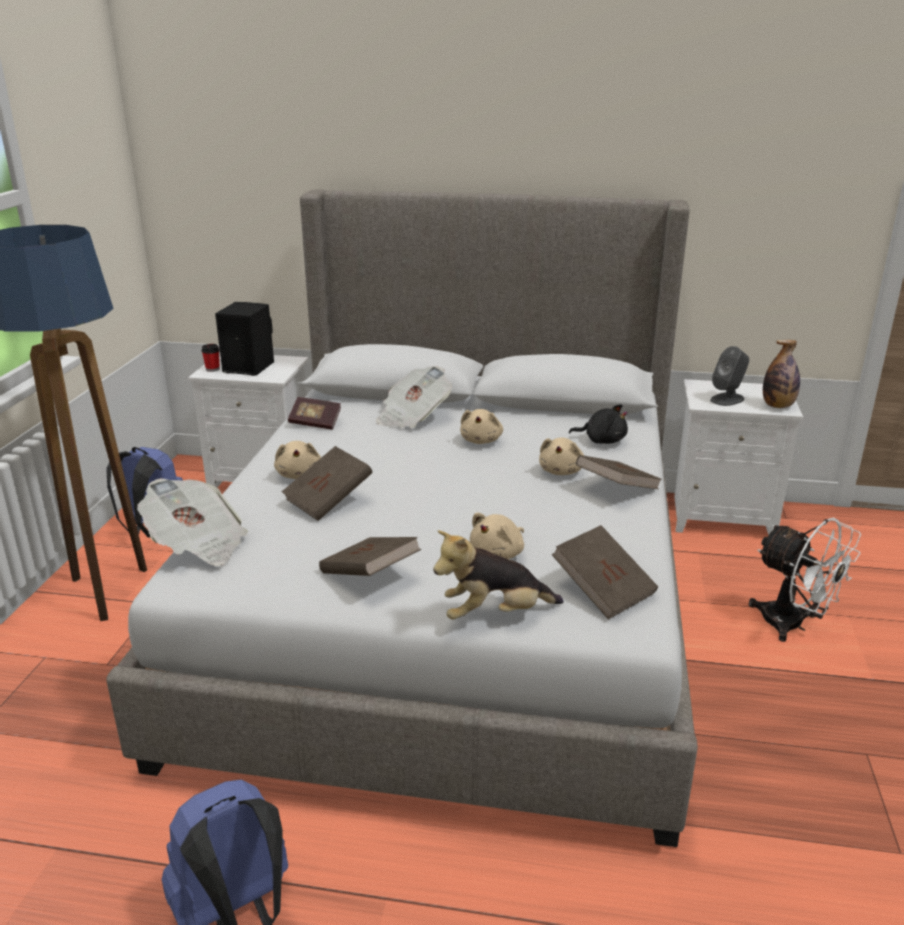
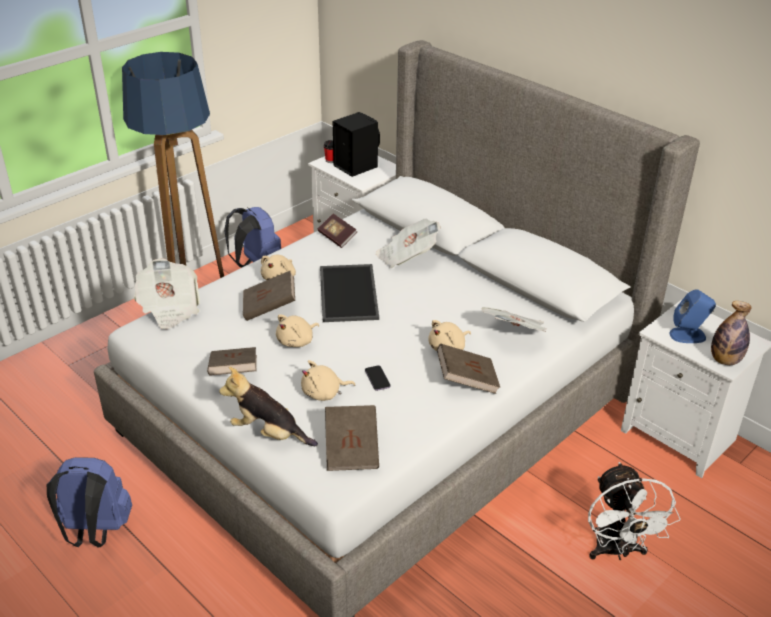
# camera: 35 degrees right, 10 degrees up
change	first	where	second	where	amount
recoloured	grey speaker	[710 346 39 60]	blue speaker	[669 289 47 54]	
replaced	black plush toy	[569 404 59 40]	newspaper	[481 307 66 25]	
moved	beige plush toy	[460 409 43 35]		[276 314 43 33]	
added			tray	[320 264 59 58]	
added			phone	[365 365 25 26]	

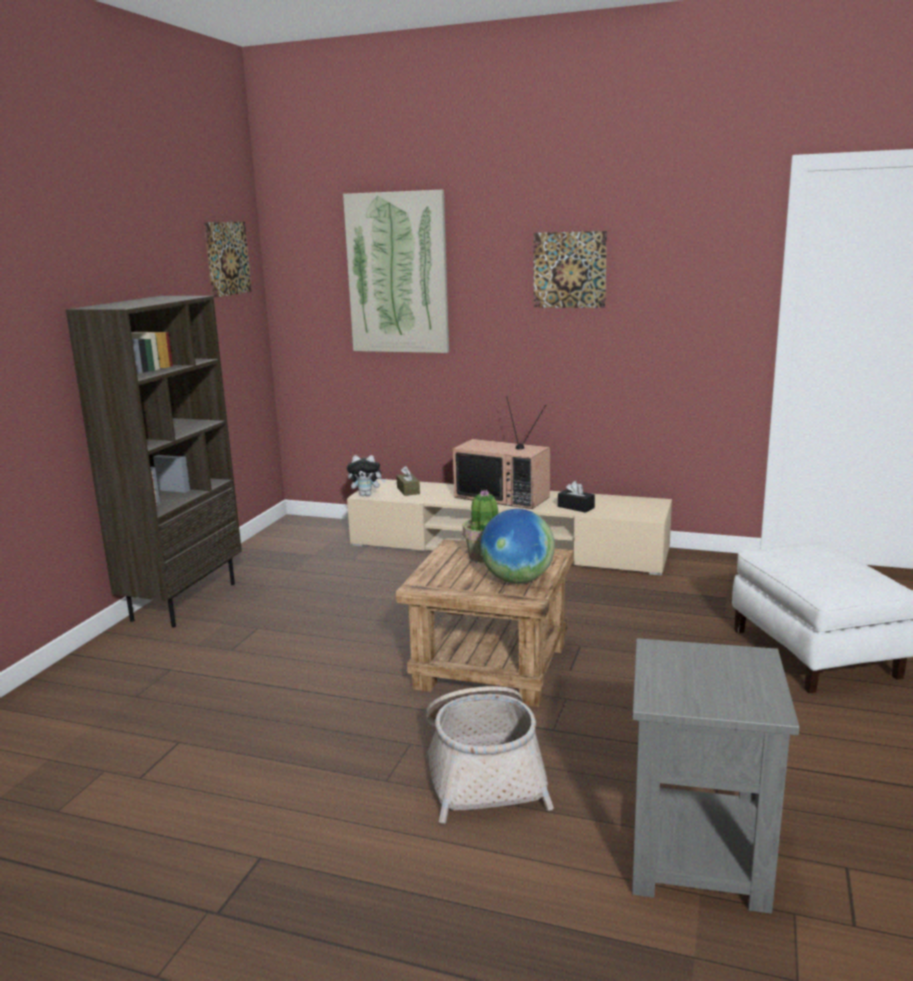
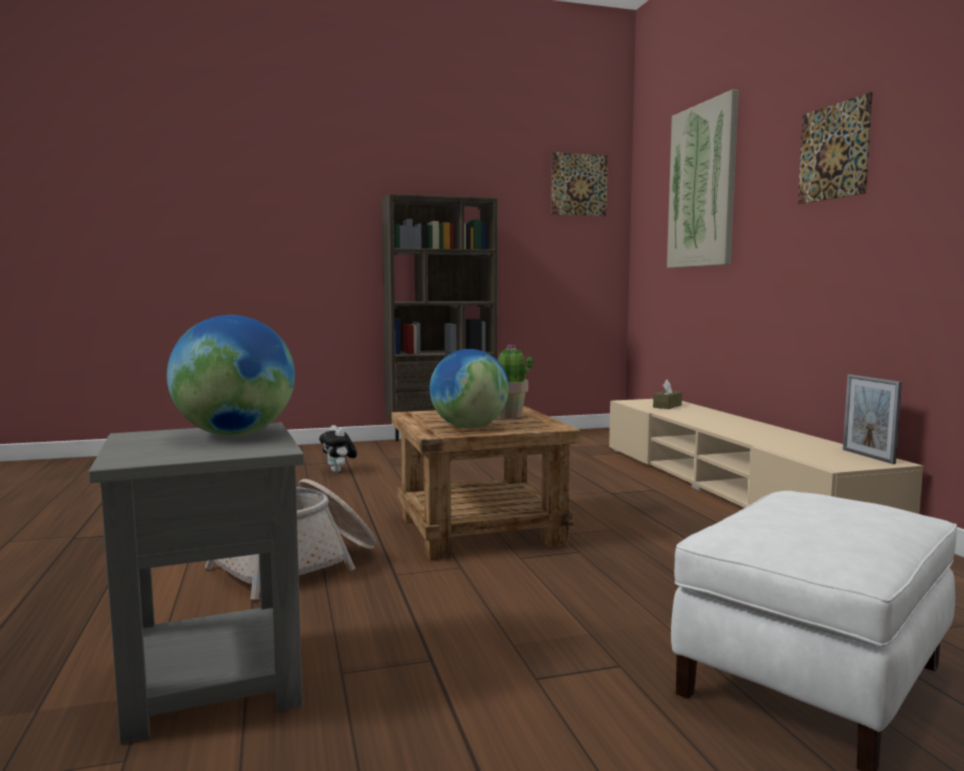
# camera: 55 degrees right, 10 degrees down
change	first	where	second	where	amount
removed	television	[453 396 97 113]			
moved	plush toy	[347 455 39 41]		[319 425 38 48]	
removed	black tissue box	[558 481 37 32]			
added			globe	[167 315 128 121]	
added			picture frame	[843 374 59 90]	

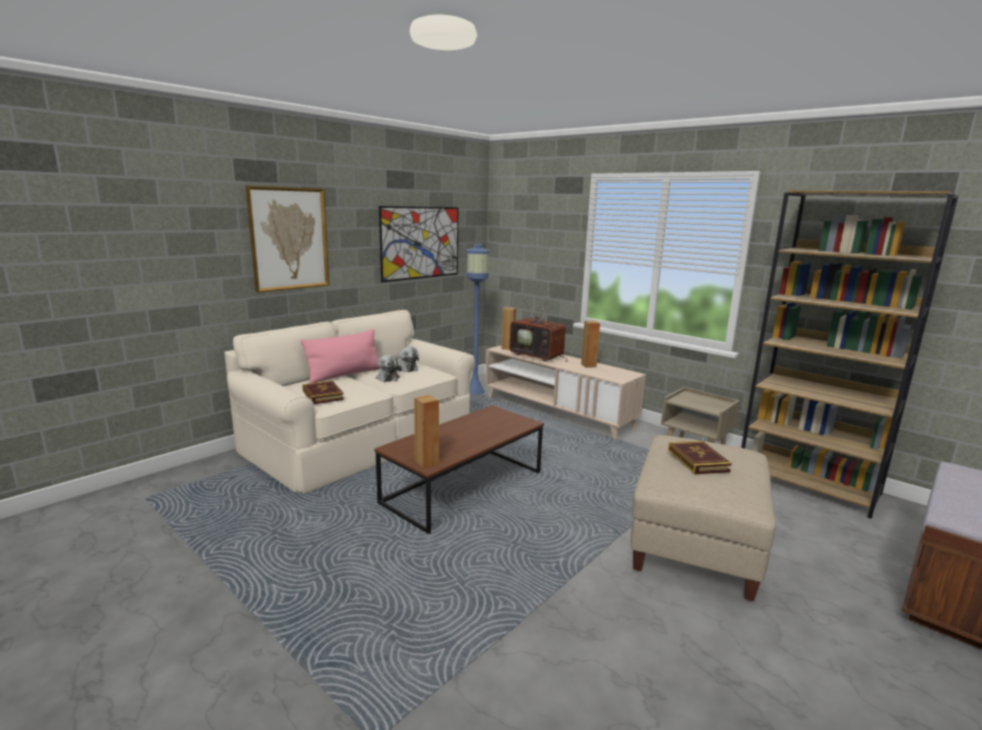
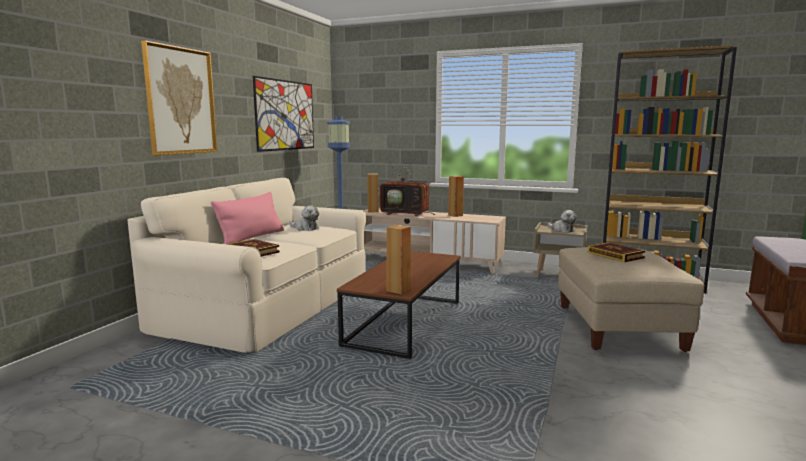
# camera: 20 degrees left, 5 degrees down
change	first	where	second	where	amount
moved	plush toy	[376 355 26 27]		[547 210 30 23]	

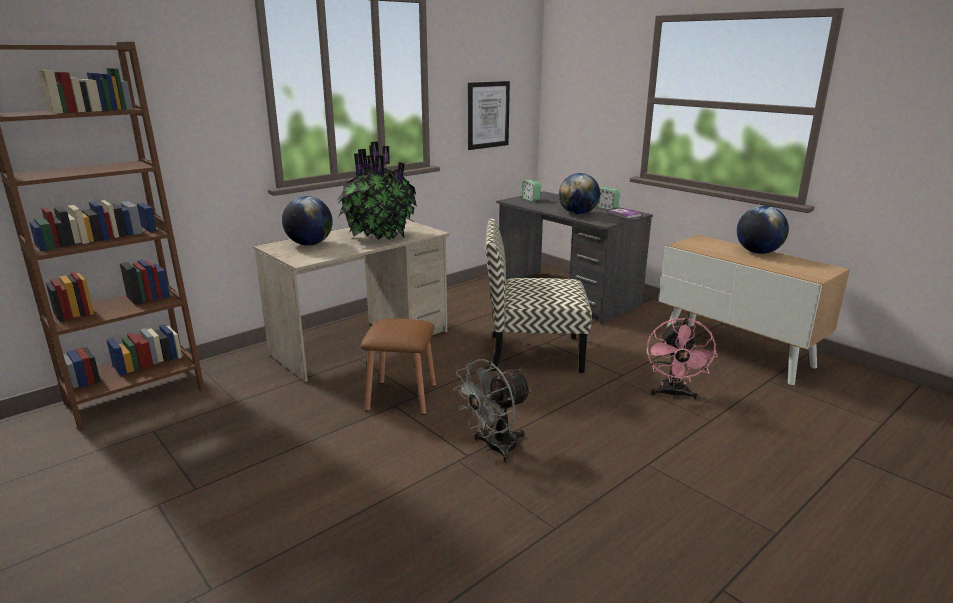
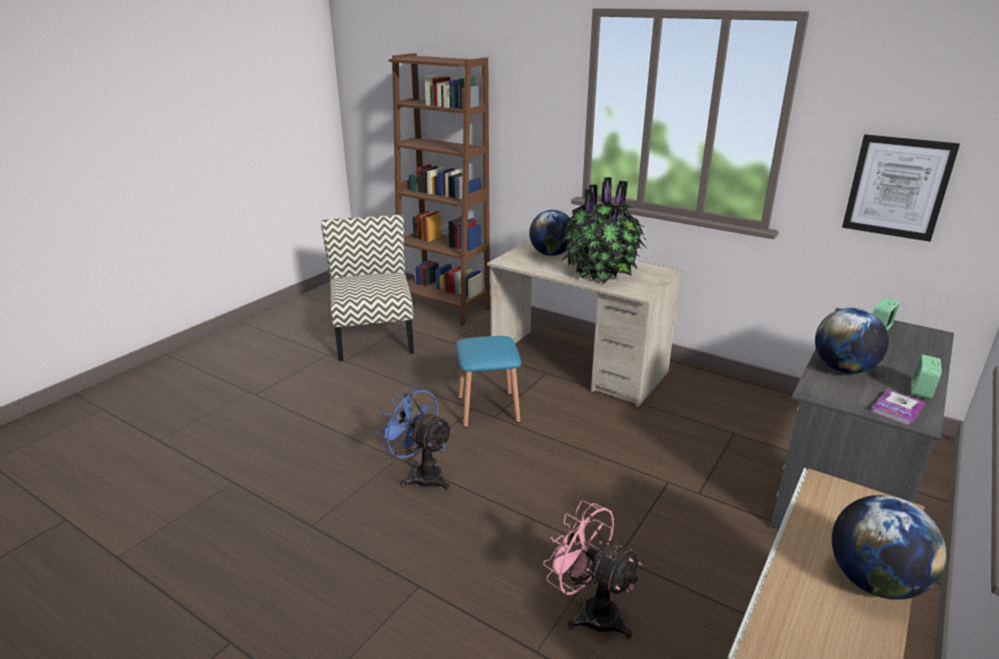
# camera: 75 degrees right, 5 degrees up
change	first	where	second	where	amount
moved	chair	[485 218 107 155]		[321 215 93 146]	
recoloured	brown stool	[361 318 75 97]	blue stool	[456 336 65 92]	
turned	pink fan	[647 318 70 81]		[543 500 99 139]	45 degrees clockwise
recoloured	grey fan	[453 359 79 103]	blue fan	[376 385 77 106]	

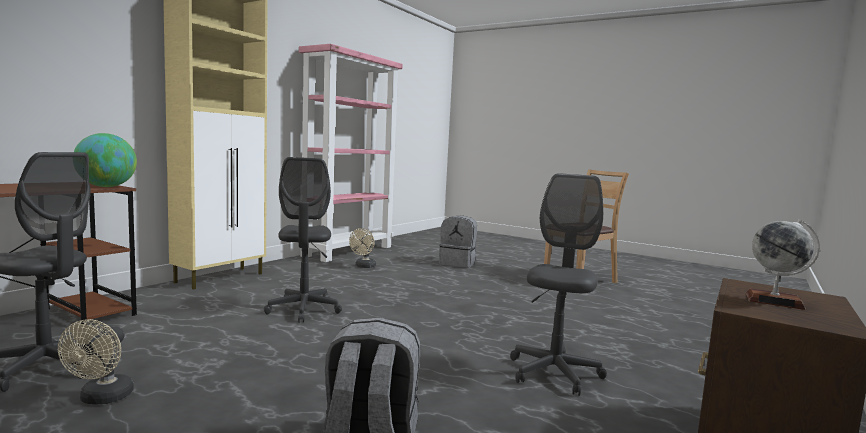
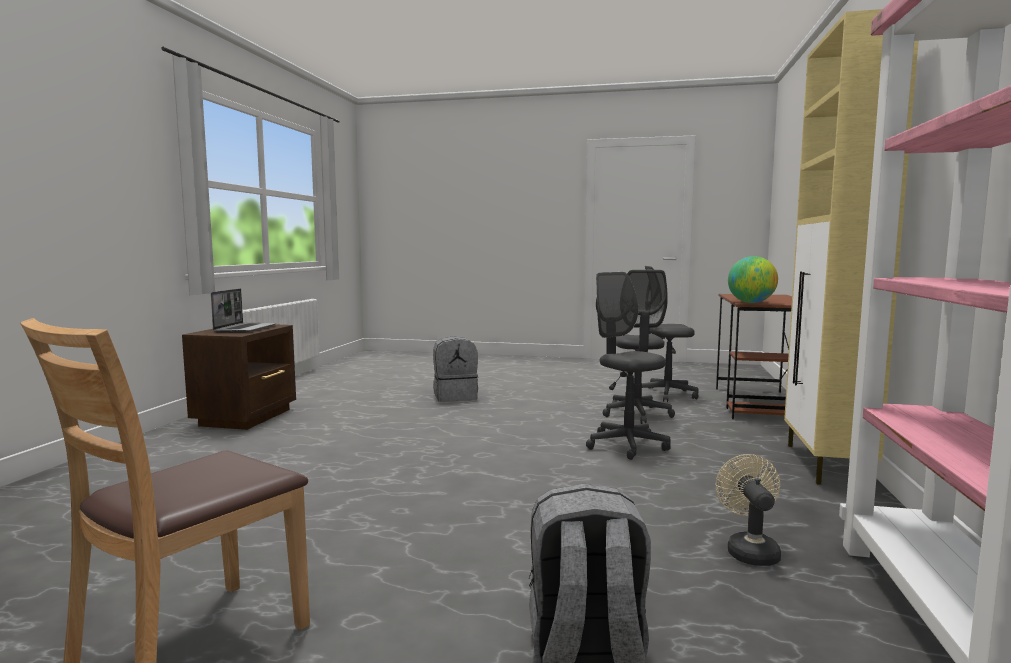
# camera: 160 degrees right, 0 degrees up
change	first	where	second	where	amount
moved	grey office chair	[510 173 97 223]		[603 270 72 154]	
replaced	globe	[745 219 75 91]	laptop	[211 289 65 44]	
removed	beige fan	[58 319 75 85]			

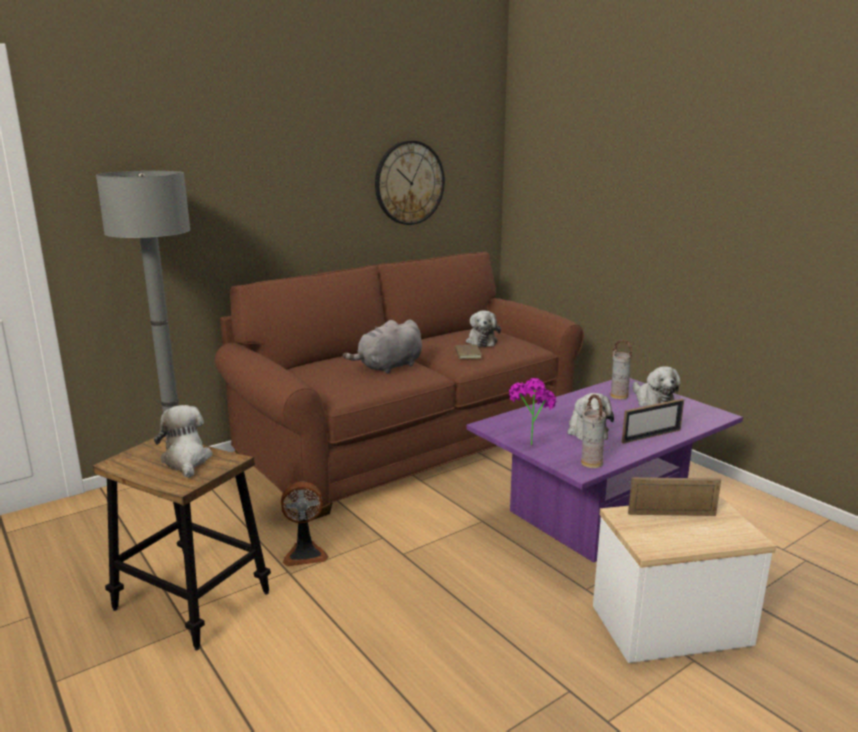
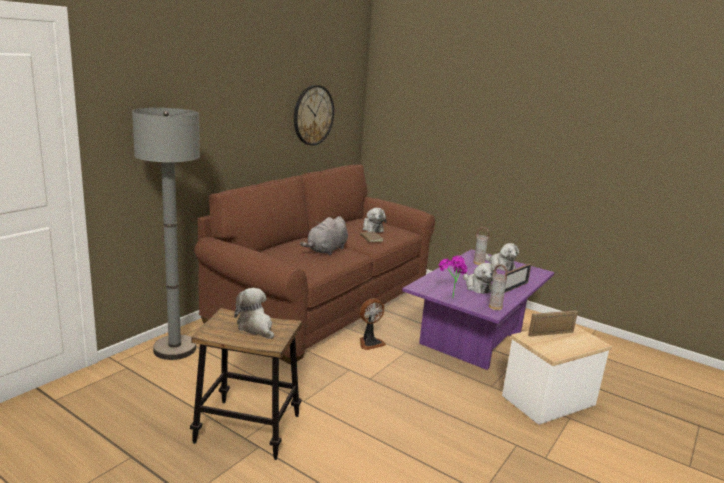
# camera: 20 degrees left, 0 degrees up
change	first	where	second	where	amount
moved	fan	[281 482 48 84]		[360 298 26 52]	

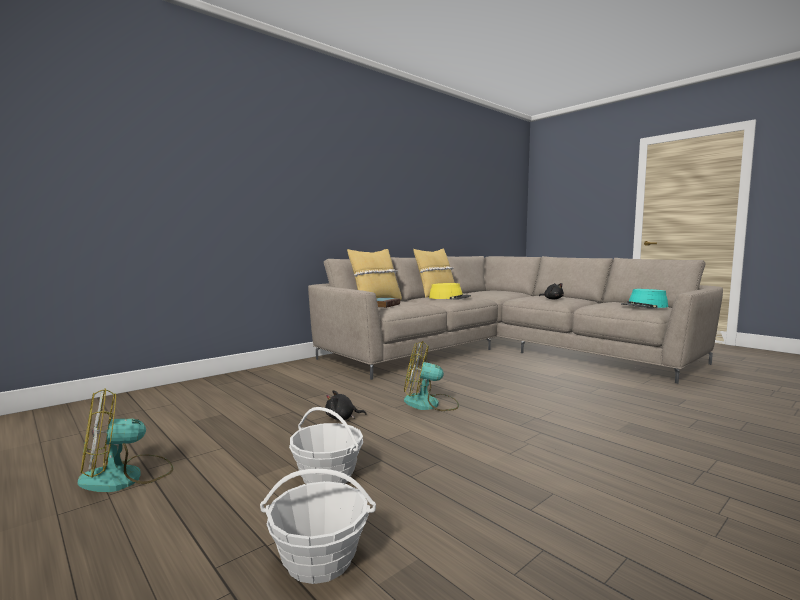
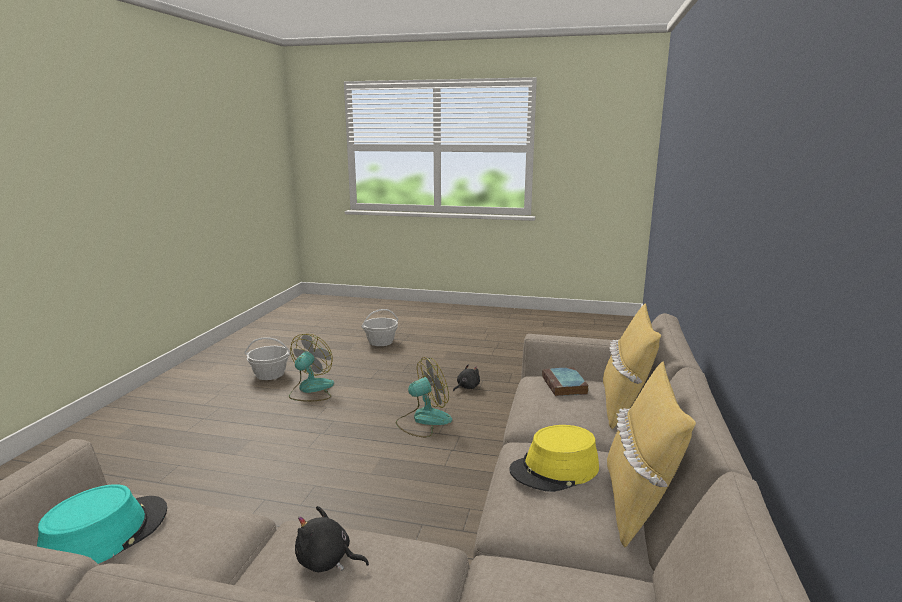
# camera: 145 degrees right, 10 degrees up
change	first	where	second	where	amount
moved	fan	[78 388 96 104]		[289 334 45 68]	
moved	basket	[289 407 74 77]		[244 337 47 43]	

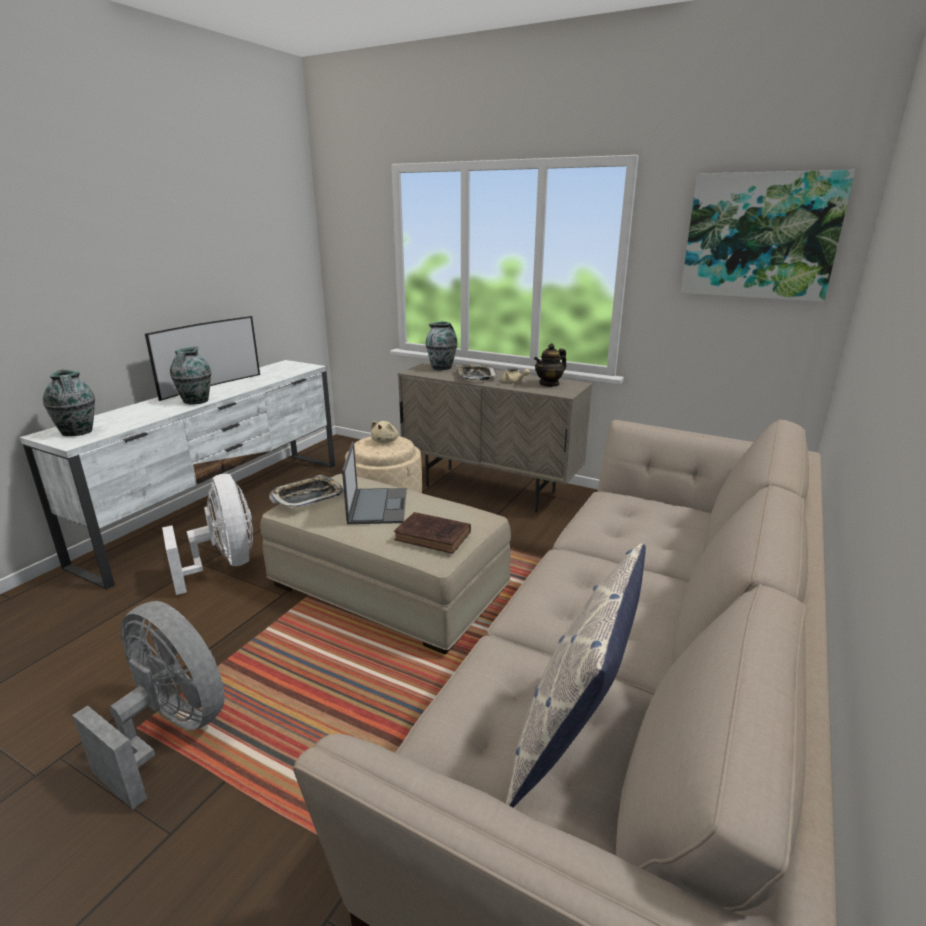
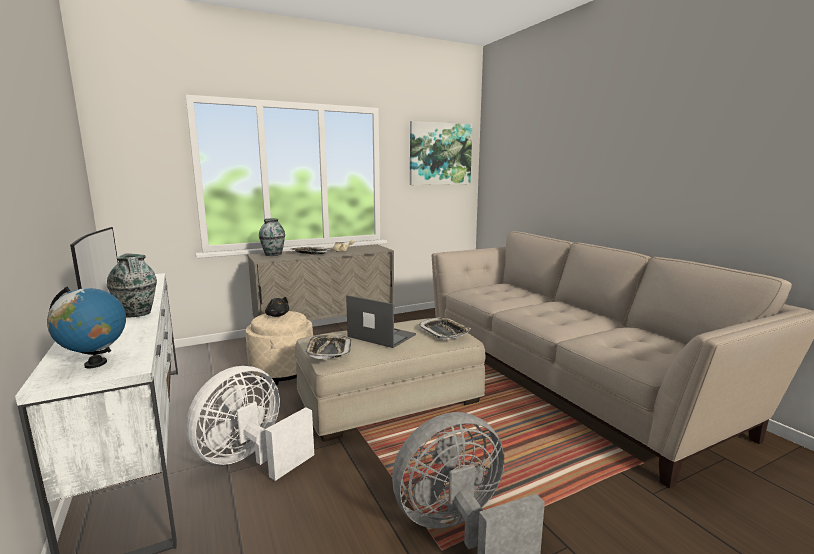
# camera: 55 degrees left, 10 degrees down
change	first	where	second	where	amount
removed	teapot	[534 344 32 43]			
replaced	vase	[43 369 52 67]	globe	[47 287 79 82]	
recoloured	beige plush toy	[371 421 28 22]	black plush toy	[265 297 24 20]	
turned	white fan	[162 474 91 121]		[186 366 128 115]	60 degrees counterclockwise
replaced	brown book	[394 512 77 42]	tray	[418 317 53 22]	
removed	pillow	[506 543 140 264]			

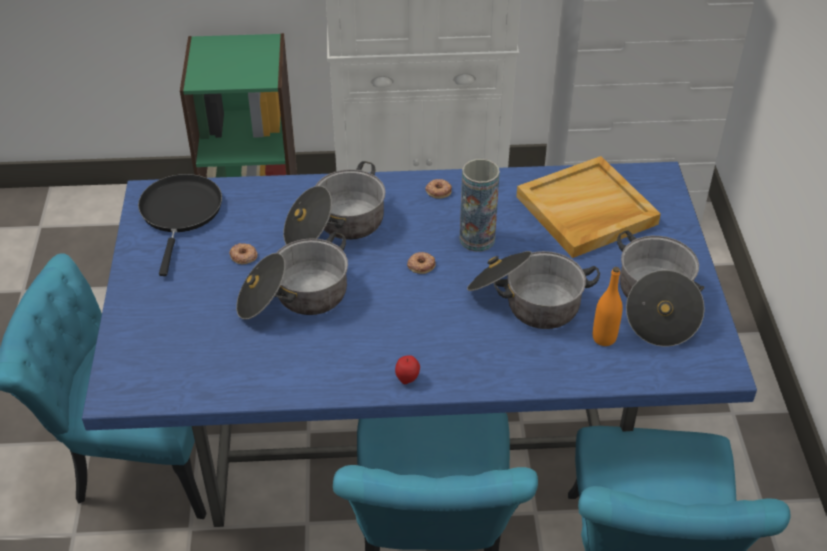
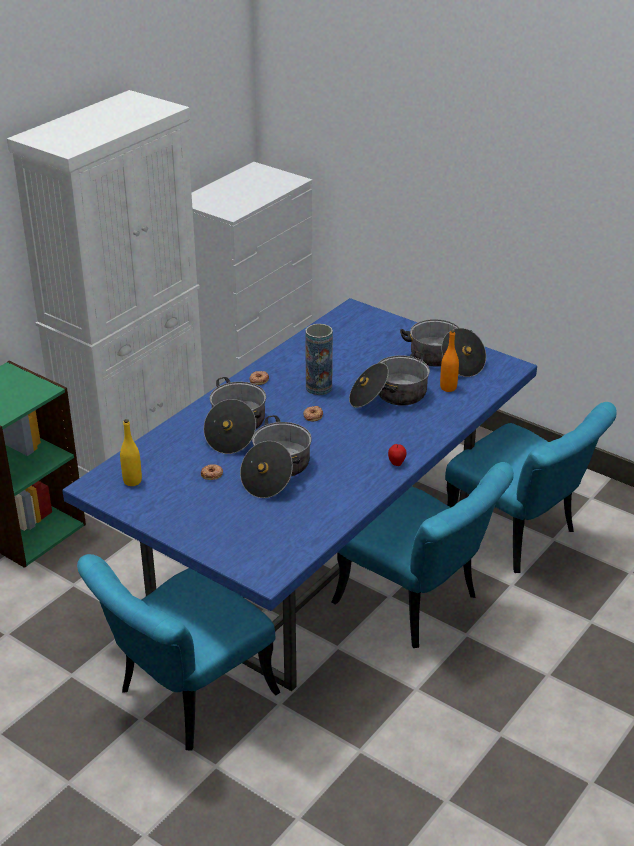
# camera: 50 degrees left, 10 degrees down
change	first	where	second	where	amount
removed	beige tray	[516 156 145 102]			
replaced	black frying pan	[138 174 84 102]	yellow bottle	[120 419 22 67]	

